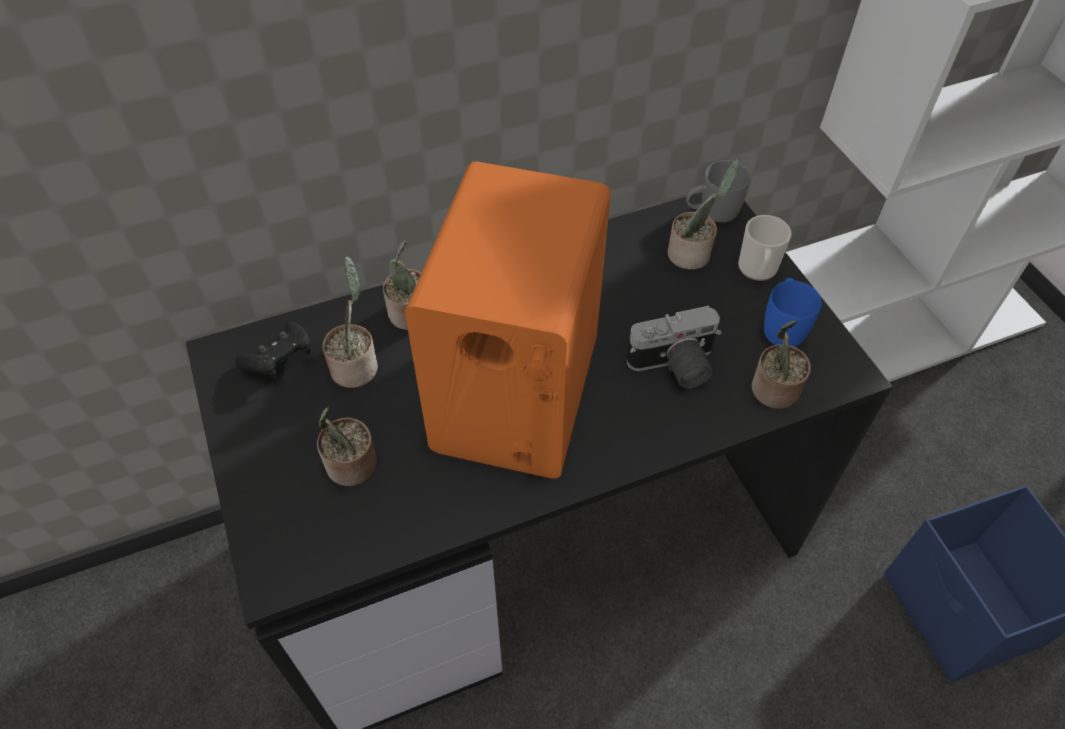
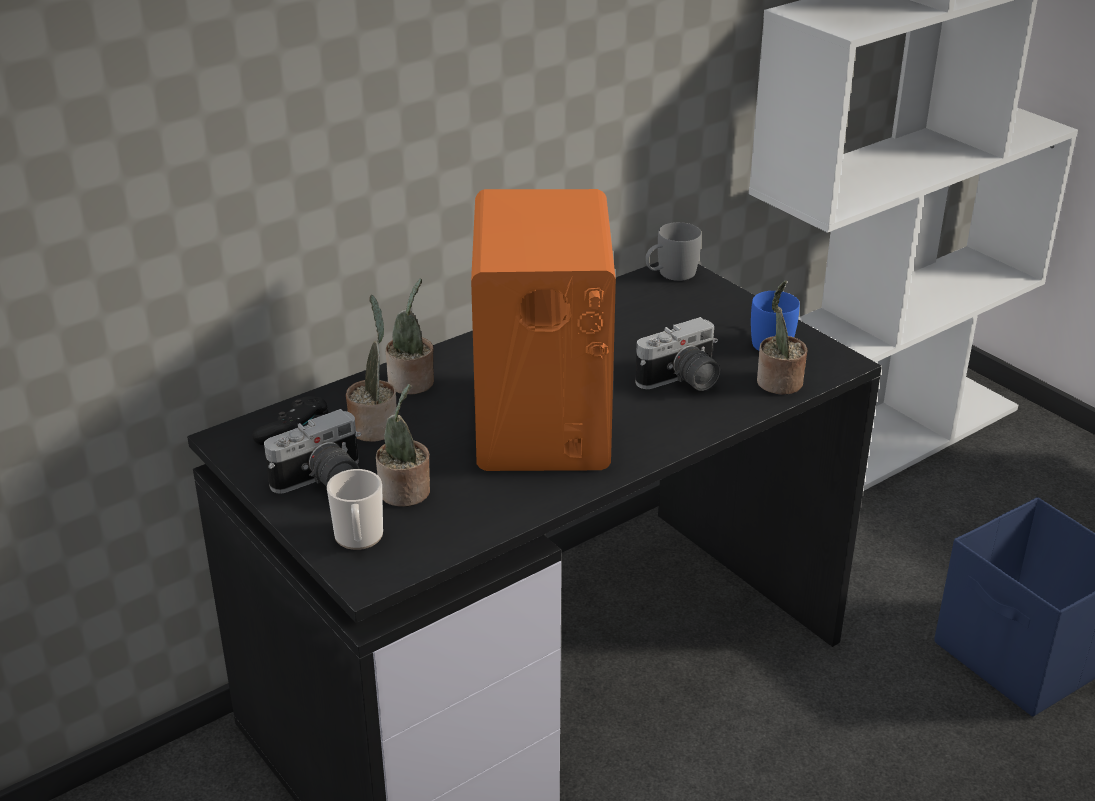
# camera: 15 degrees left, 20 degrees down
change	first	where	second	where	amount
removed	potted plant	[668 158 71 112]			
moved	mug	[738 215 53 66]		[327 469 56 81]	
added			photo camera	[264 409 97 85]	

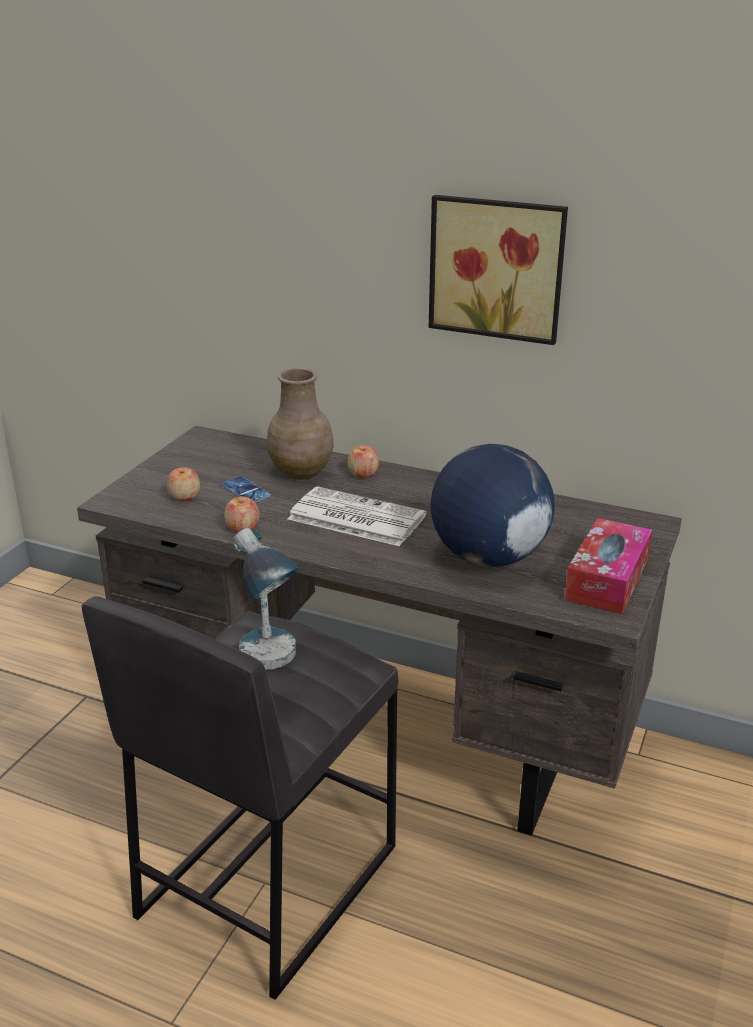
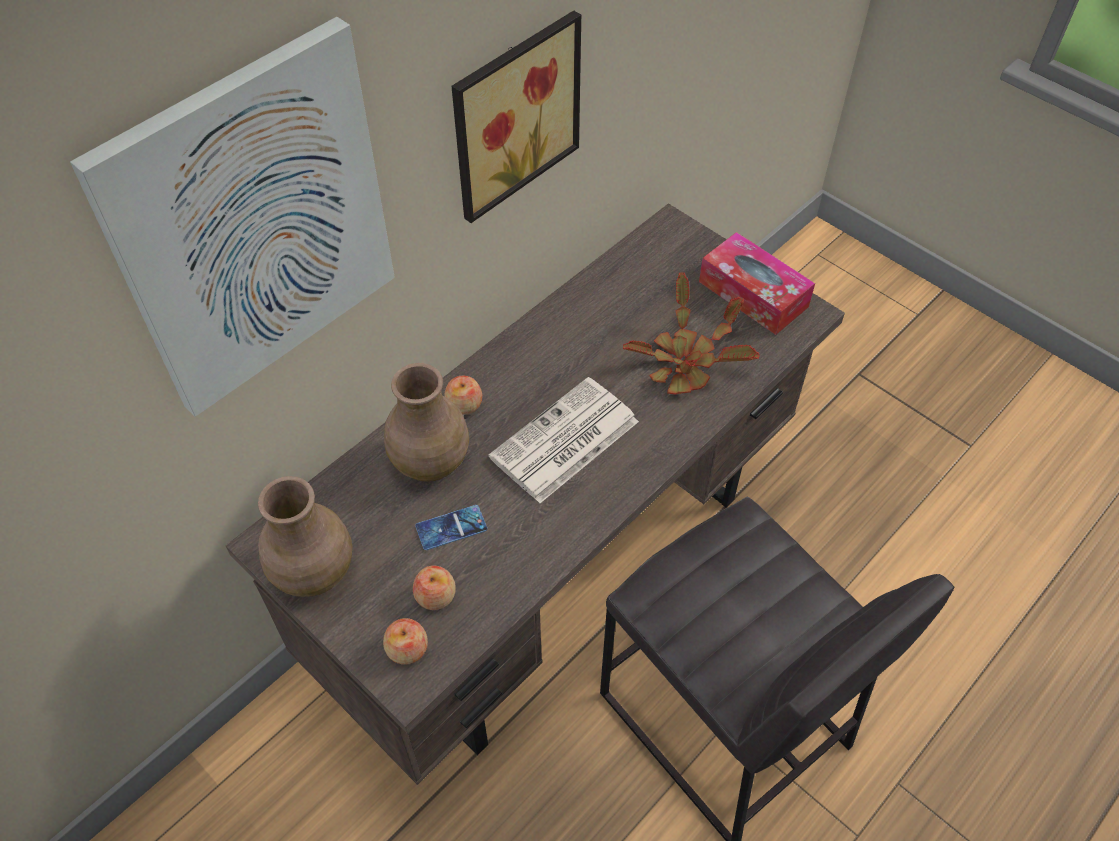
# camera: 70 degrees left, 25 degrees up
change	first	where	second	where	amount
replaced	globe	[430 444 124 123]	potted plant	[623 273 136 122]	
moved	apple	[224 497 35 35]		[383 618 45 47]	
removed	table lamp	[234 528 66 142]			
added			picture	[70 17 325 400]	
added			brown vase	[258 476 94 121]	

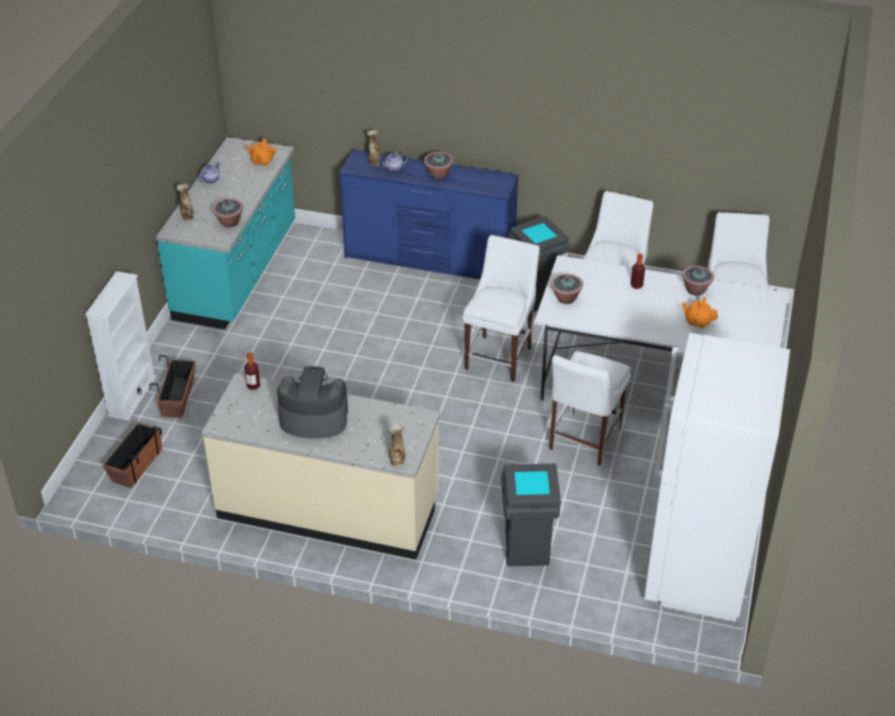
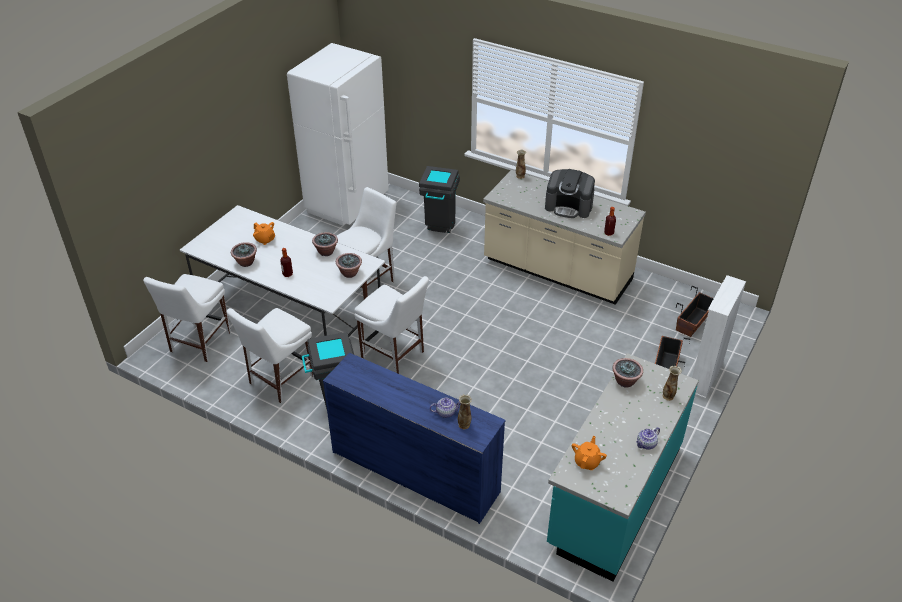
# camera: 165 degrees left, 0 degrees up
change	first	where	second	where	amount
moved	potted plant	[424 152 29 27]		[312 232 26 24]	
turned	white chair	[462 235 78 147]		[354 276 75 98]	90 degrees counterclockwise

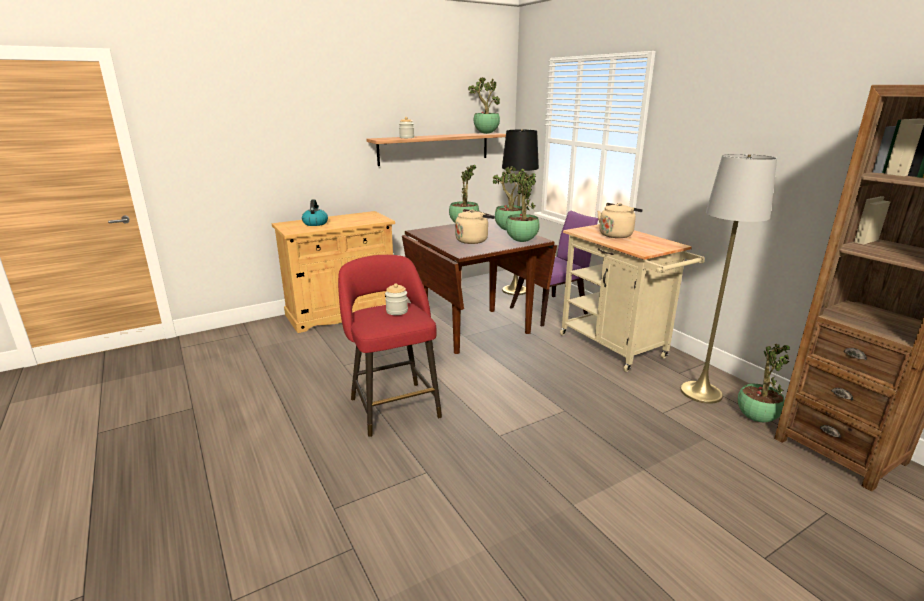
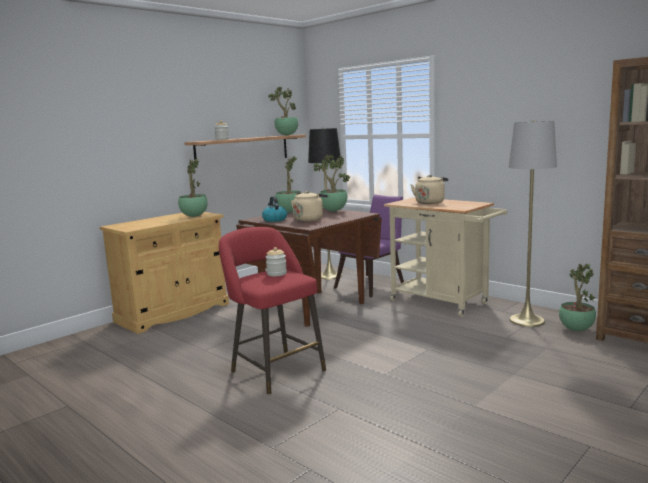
# camera: 15 degrees left, 10 degrees down
change	first	where	second	where	amount
moved	potted plant	[506 173 34 69]		[178 159 30 58]	
moved	kettle	[302 199 26 27]		[262 196 25 26]	

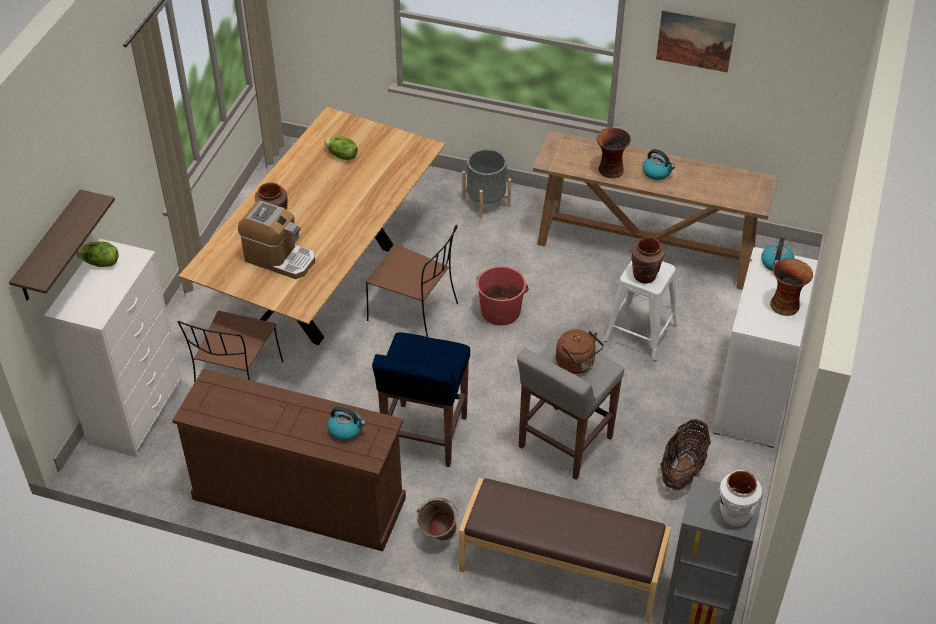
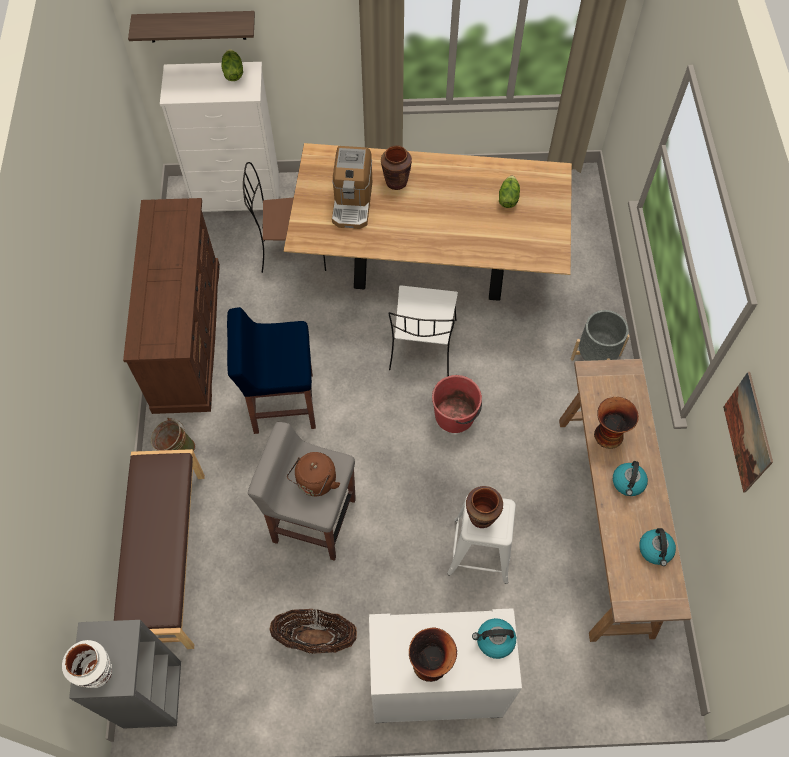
# camera: 70 degrees right, 15 degrees up
change	first	where	second	where	amount
recoloured	brown chair	[366 225 92 112]	white chair	[388 285 70 92]	
moved	kettle	[328 406 38 35]		[639 528 37 38]	

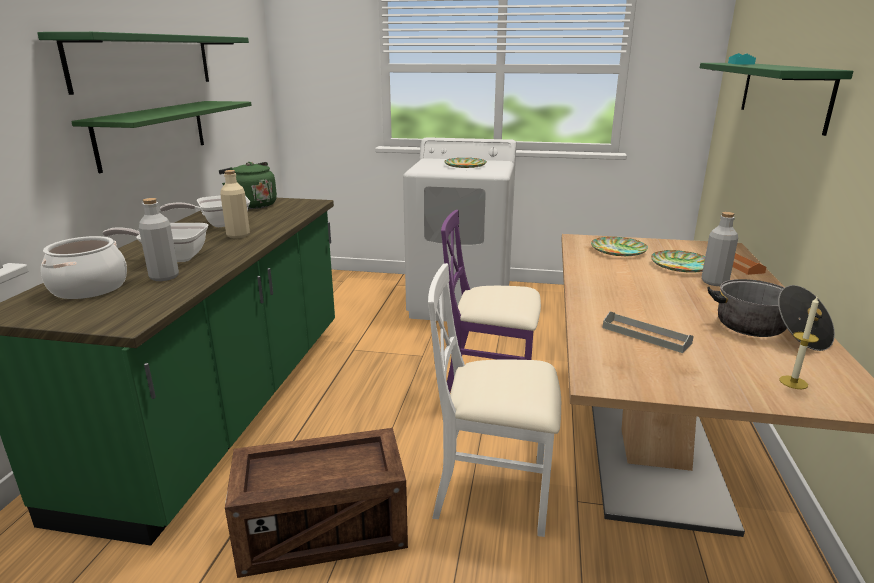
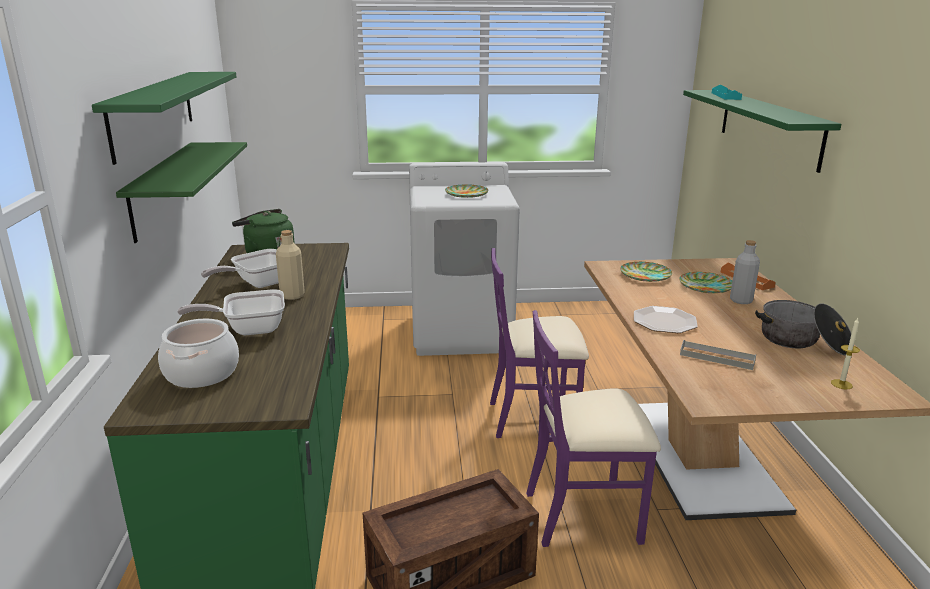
# camera: 15 degrees left, 0 degrees up
change	first	where	second	where	amount
removed	grey bottle	[139 198 40 83]			
recoloured	white chair	[428 263 133 274]	purple chair	[526 310 135 237]	
added			plate	[634 306 64 27]	

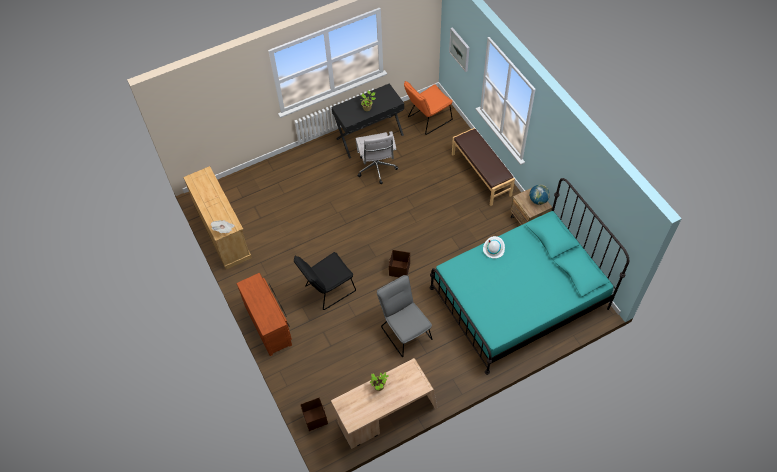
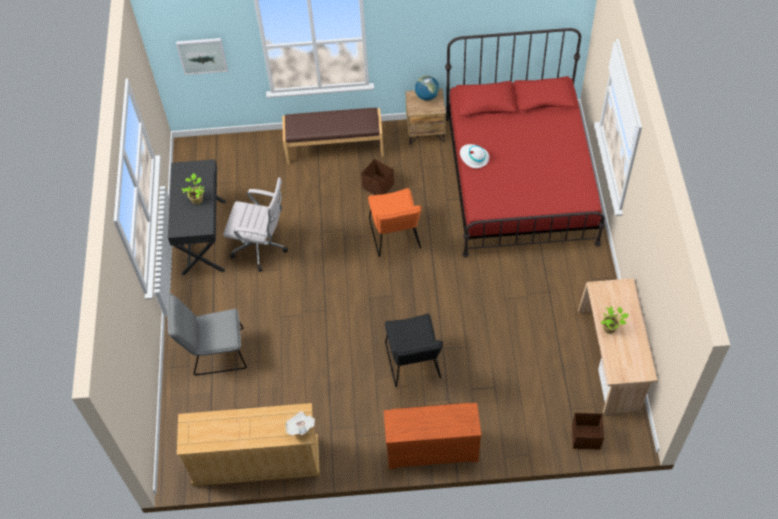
# camera: 65 degrees left, 0 degrees up
change	first	where	second	where	amount
moved	orange chair	[404 81 49 54]		[368 188 54 69]	
recoloured	turquoise bed	[429 178 200 197]	red bed	[445 28 160 229]	
moved	brown storage box	[389 250 21 28]		[361 159 33 36]	
moved	grey chair	[377 275 55 82]		[167 294 80 81]	

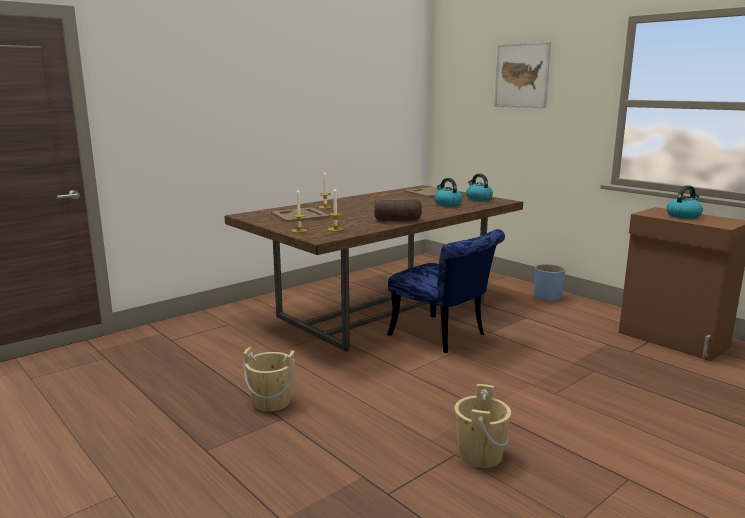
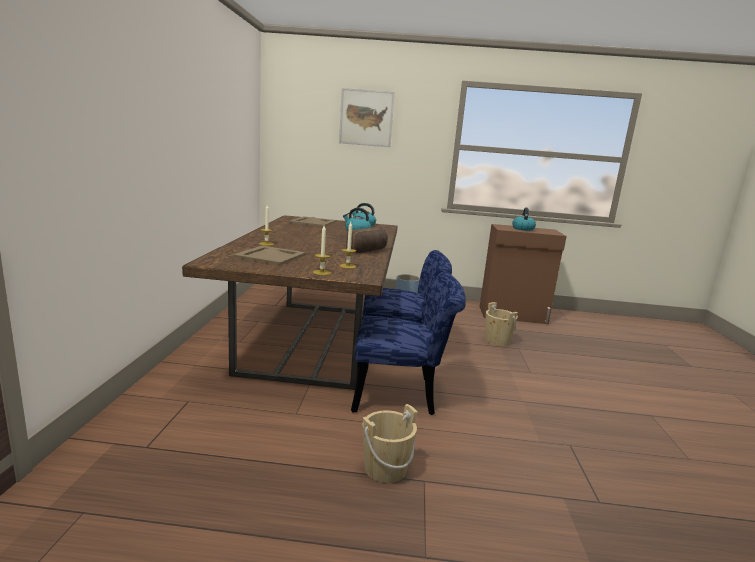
# camera: 45 degrees left, 0 degrees up
change	first	where	second	where	amount
moved	beige bucket	[455 384 56 84]		[485 302 33 44]	
added			blue chair	[351 272 115 143]	

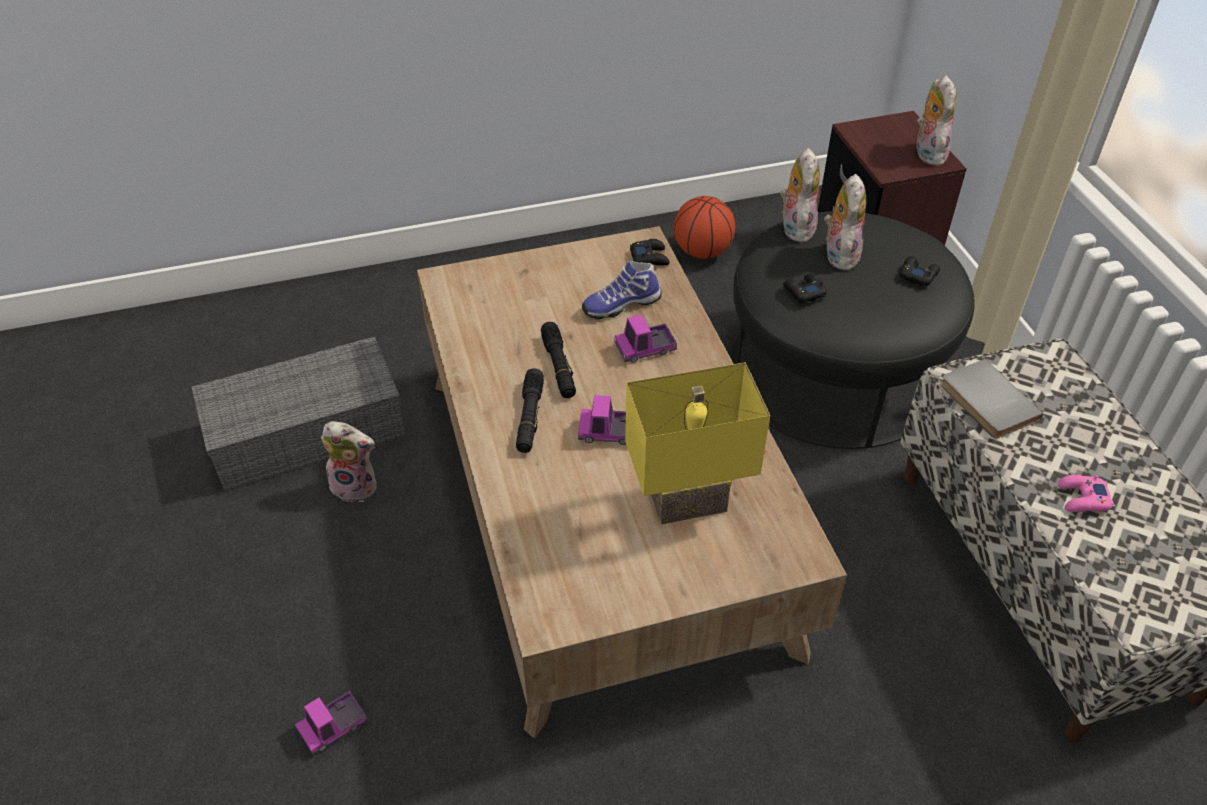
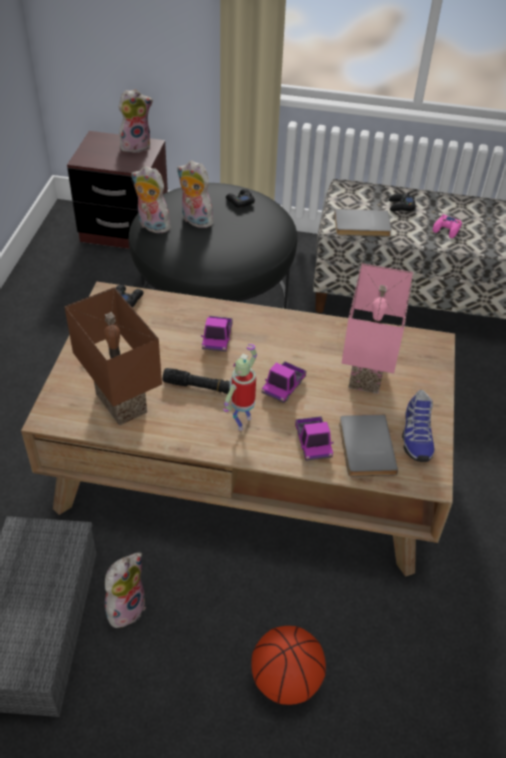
# camera: 65 degrees left, 0 degrees up
change	first	where	second	where	amount
turned	plush toy	[916 75 41 91]		[119 89 34 64]	135 degrees clockwise
moved	basketball	[674 196 61 63]		[251 626 75 79]	
moved	shoe	[582 261 80 58]		[402 390 32 72]	
moved	black game controller	[783 273 44 30]		[389 192 27 19]	
recoloured	yellow table lamp	[625 362 145 162]	pink table lamp	[342 263 71 131]	
replaced	black flashlight	[516 368 28 85]	toy robot	[223 344 34 87]	
moved	toy truck	[295 691 72 64]		[295 416 39 45]	
added			brown table lamp	[64 287 98 138]	
added			grey book	[339 415 59 62]	

